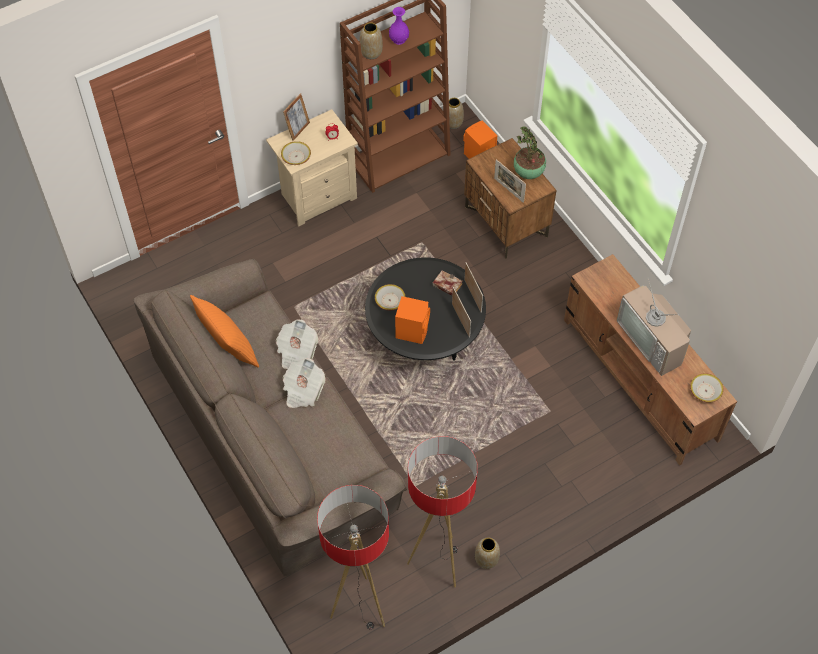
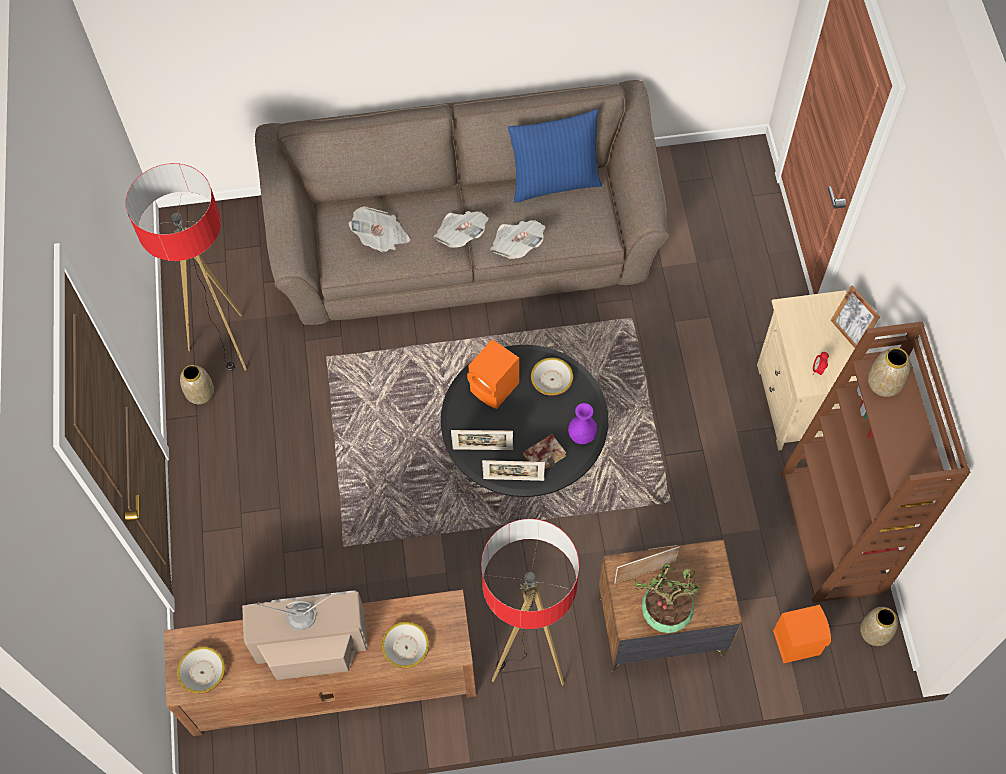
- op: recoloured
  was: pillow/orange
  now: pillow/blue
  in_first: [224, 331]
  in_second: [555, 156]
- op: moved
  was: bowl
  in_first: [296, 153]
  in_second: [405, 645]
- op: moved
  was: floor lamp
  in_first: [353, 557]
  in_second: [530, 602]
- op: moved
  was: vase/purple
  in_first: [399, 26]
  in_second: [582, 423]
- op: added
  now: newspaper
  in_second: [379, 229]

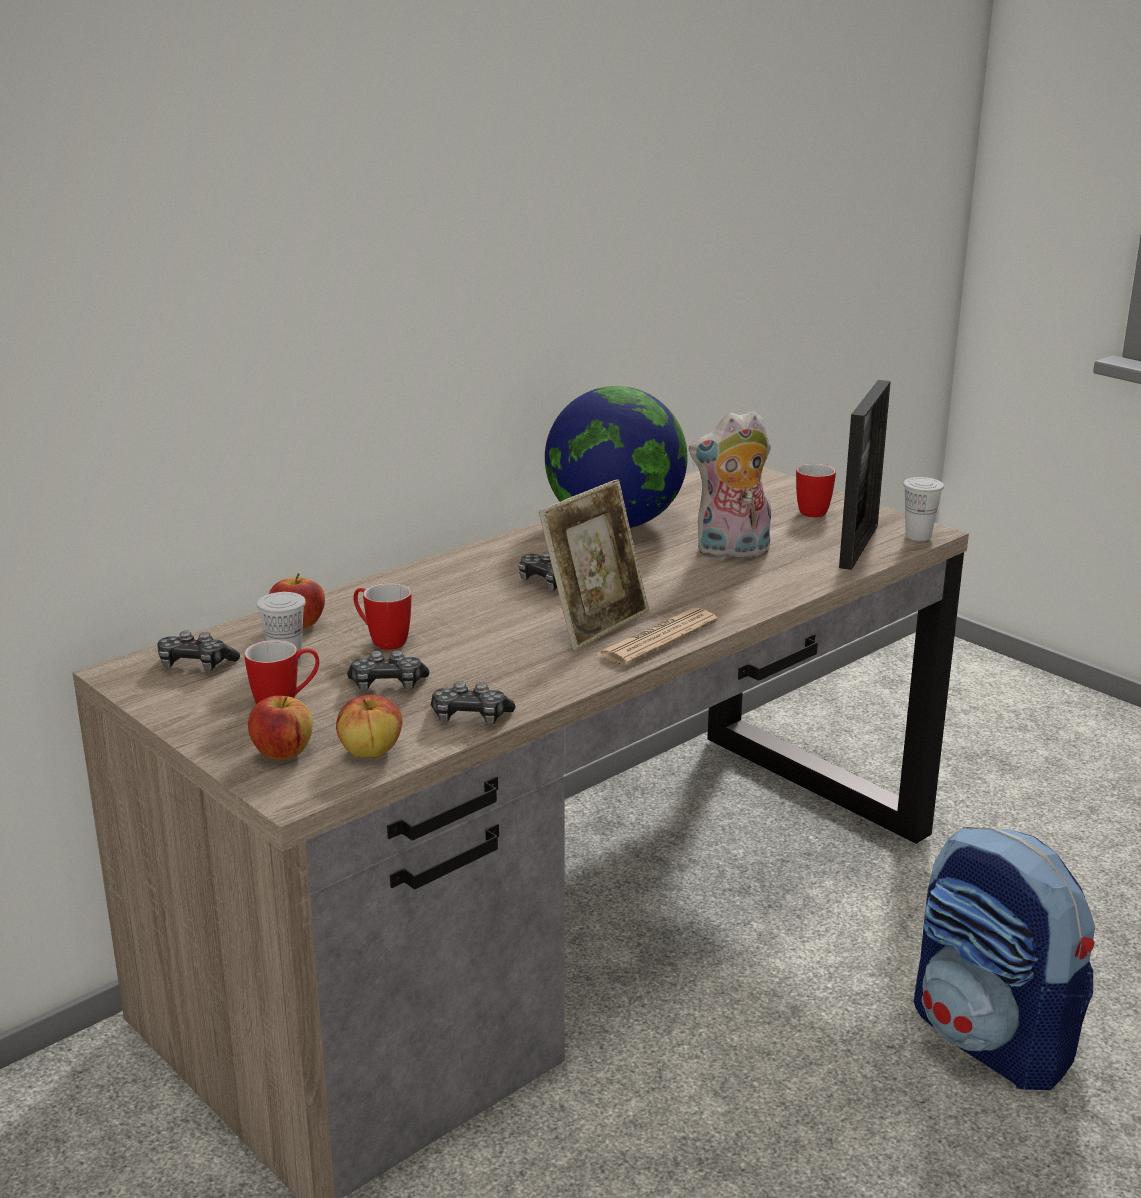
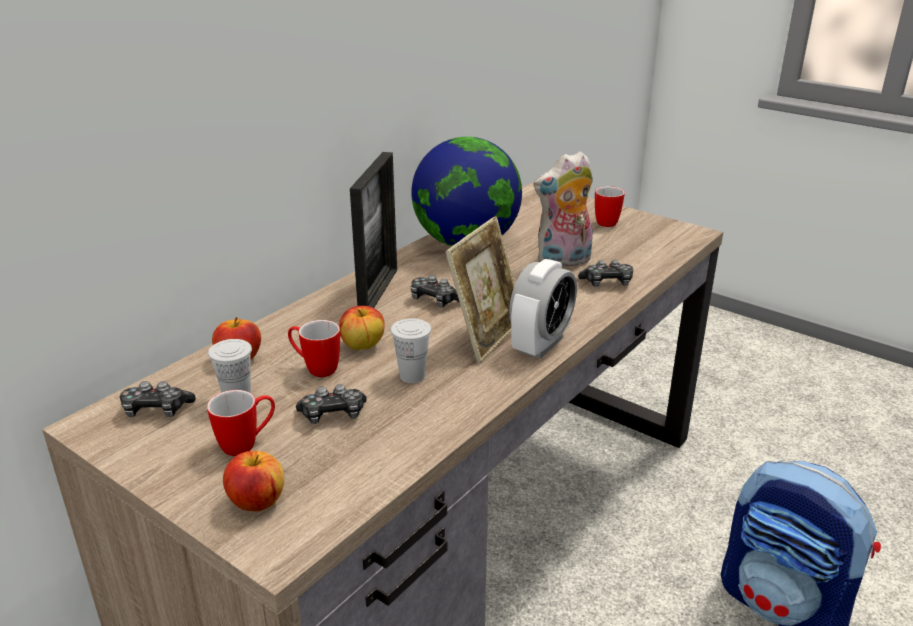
- op: moved
  was: apple
  in_first: [369, 726]
  in_second: [362, 328]
- op: moved
  was: game controller
  in_first: [473, 702]
  in_second: [605, 273]
- op: replaced
  was: newspaper
  now: alarm clock
  in_first: [657, 637]
  in_second: [543, 309]
- op: moved
  was: picture frame
  in_first: [865, 475]
  in_second: [373, 230]
- op: moved
  was: cup/white
  in_first: [923, 509]
  in_second: [410, 350]

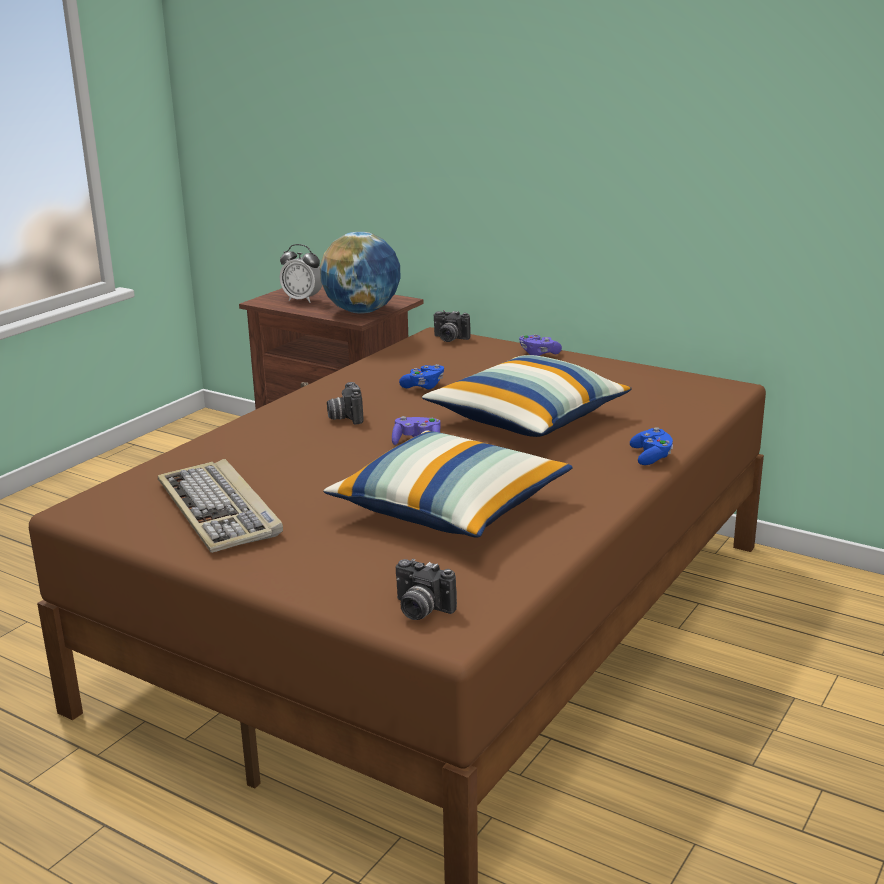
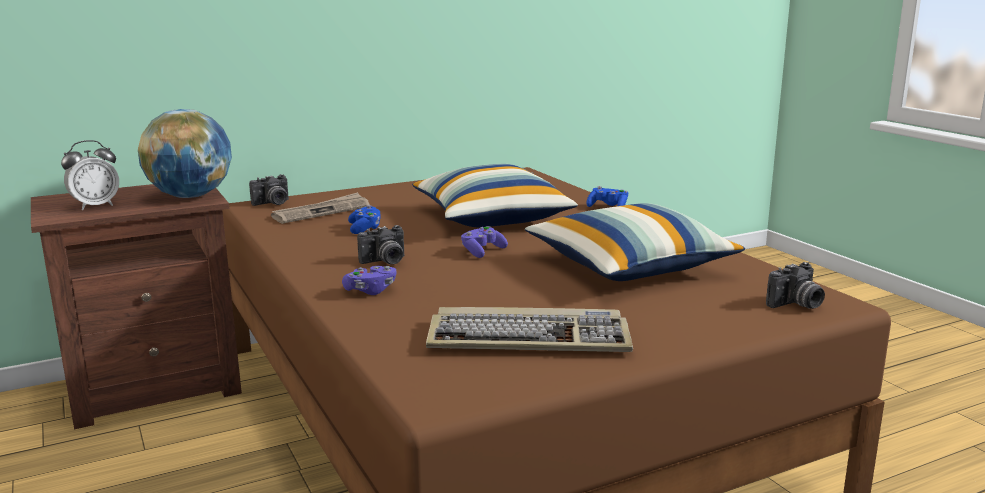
- op: turned
  was: photo camera
  in_first: [345, 403]
  in_second: [380, 245]
  clockwise: -45
- op: moved
  was: game controller/purple
  in_first: [540, 345]
  in_second: [369, 280]
- op: added
  now: newspaper
  in_second: [320, 208]

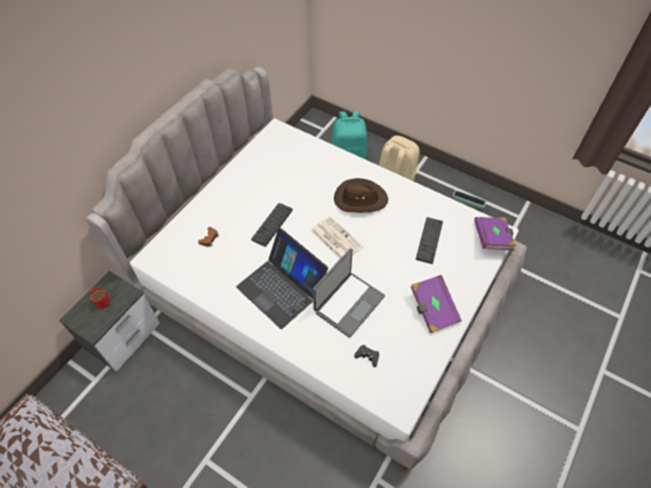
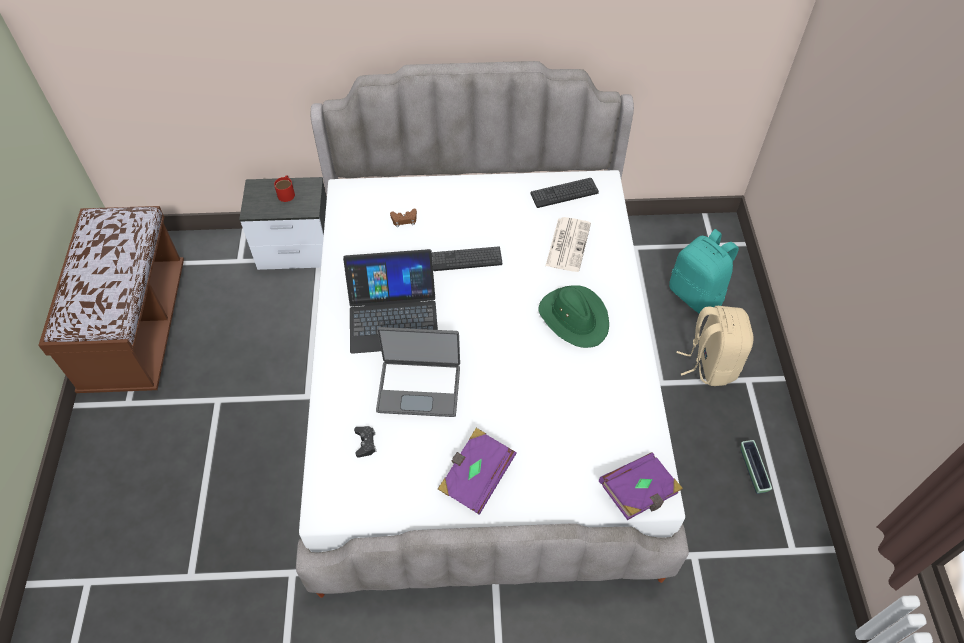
- op: turned
  was: laptop
  in_first: [282, 278]
  in_second: [390, 301]
  clockwise: -105
- op: moved
  was: newspaper
  in_first: [337, 237]
  in_second: [568, 244]
- op: recoloured
  was: hat/brown
  now: hat/green
  in_first: [361, 195]
  in_second: [574, 316]
- op: moved
  was: keyboard
  in_first: [429, 240]
  in_second: [564, 193]

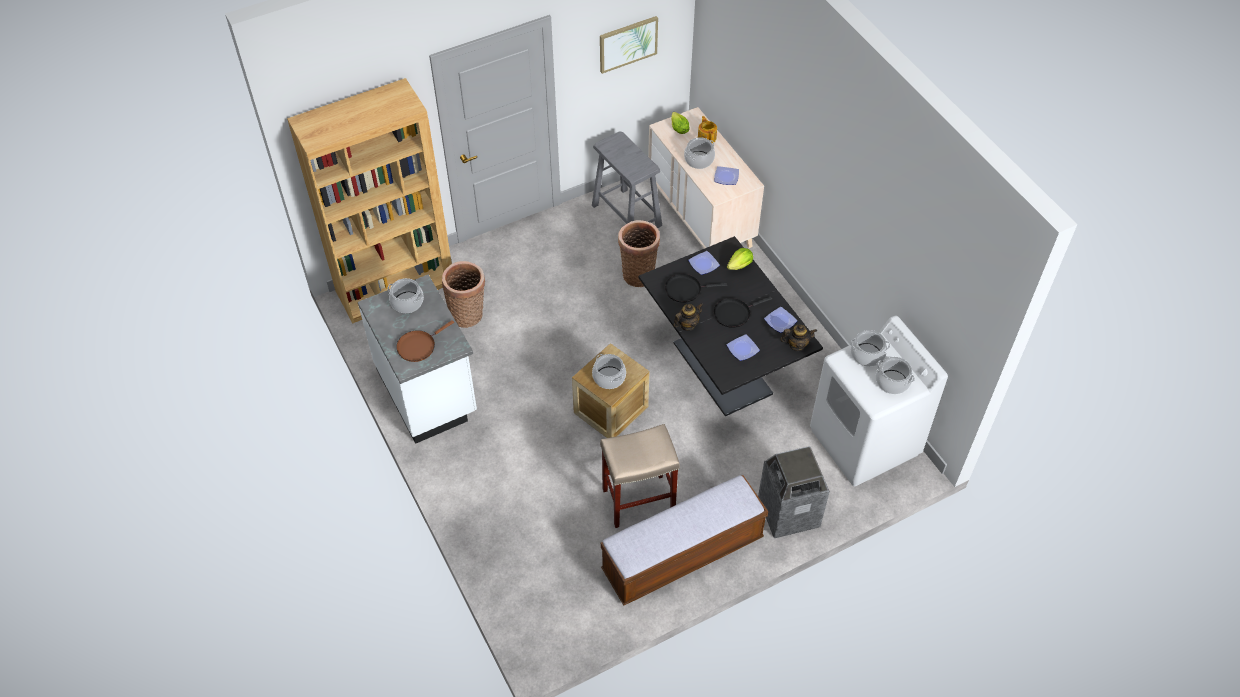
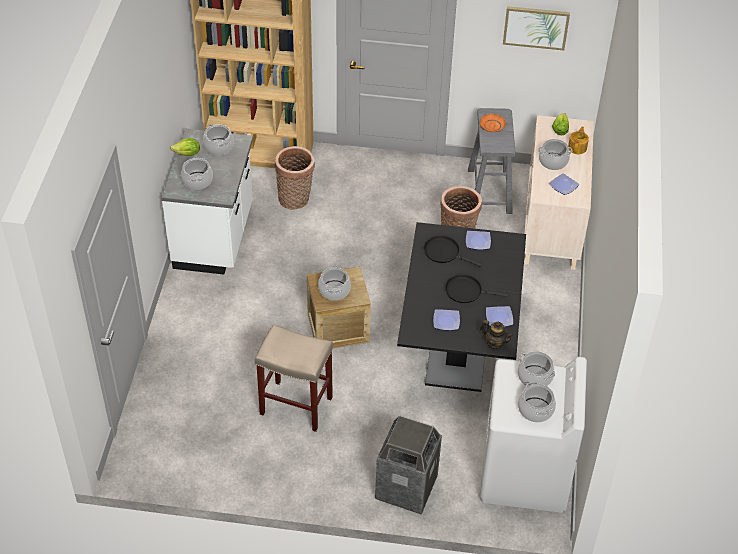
- op: replaced
  was: frying pan/brown
  now: cooking pot
  in_first: [425, 341]
  in_second: [197, 173]
- op: removed
  was: bench
  in_first: [684, 540]
- op: removed
  was: teapot
  in_first: [688, 317]
- op: moved
  was: lettuce
  in_first: [740, 259]
  in_second: [185, 147]
- op: added
  now: plate/orange
  in_second: [493, 123]

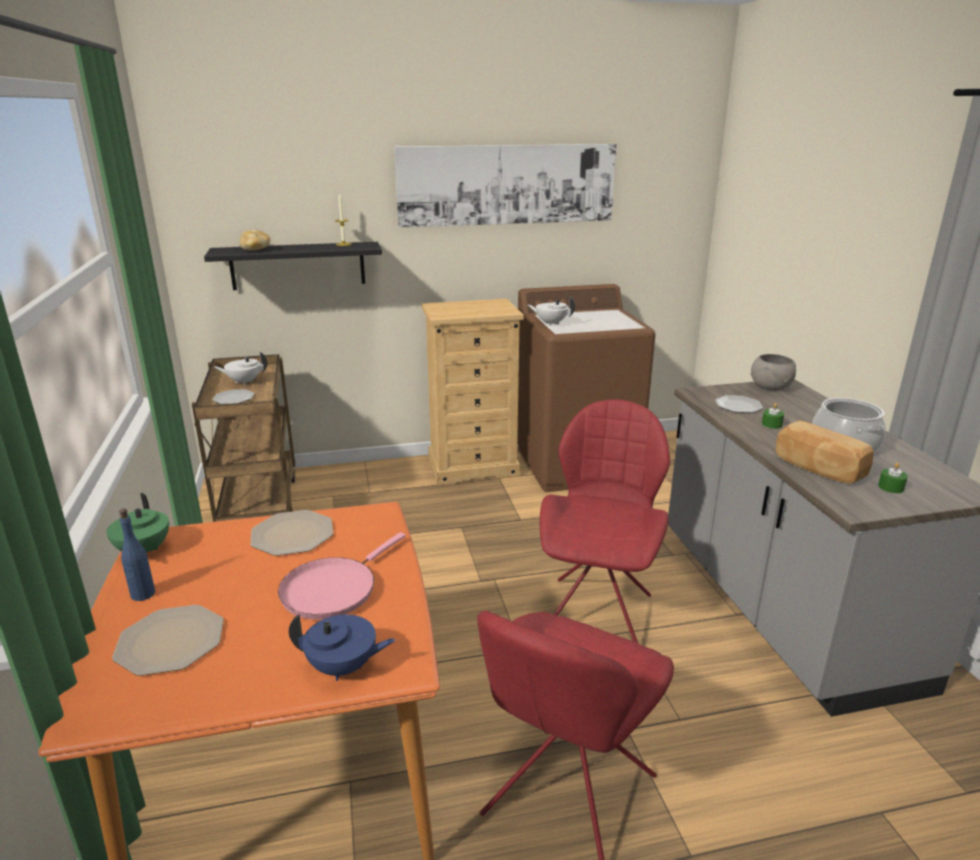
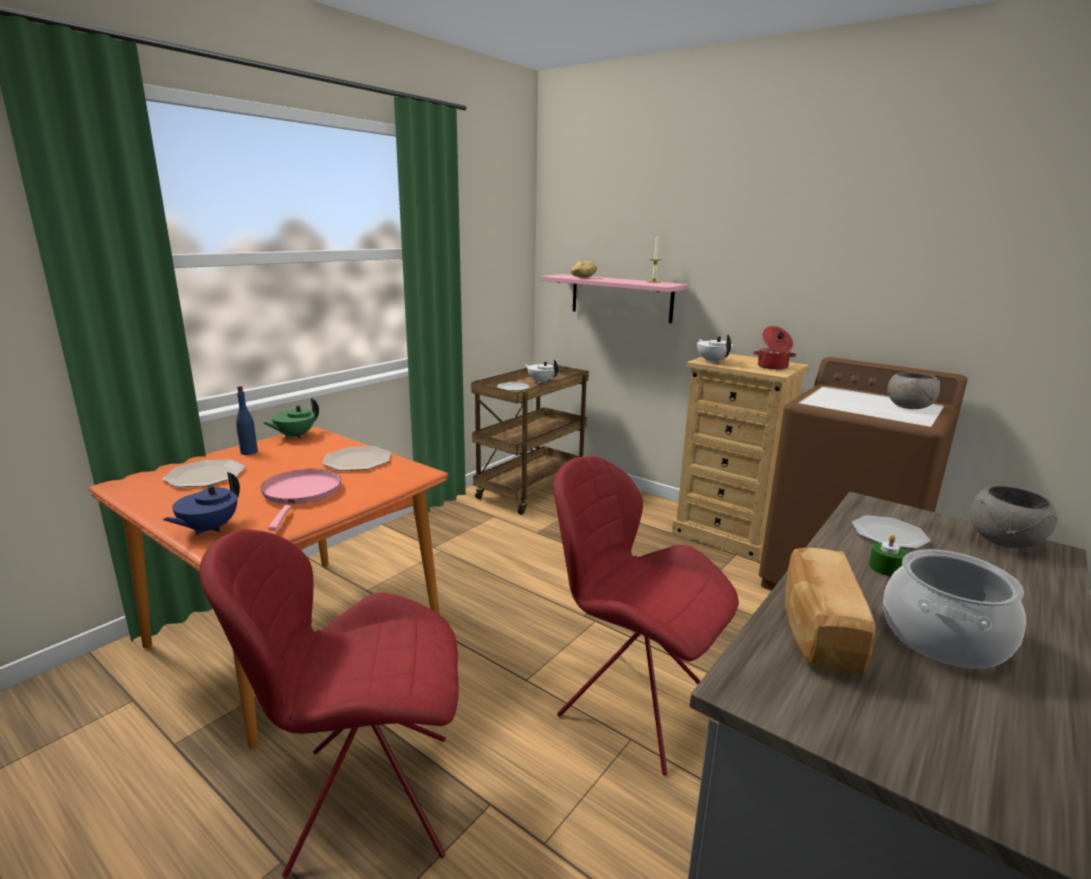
- op: recoloured
  was: shelf/black
  now: shelf/pink
  in_first: [293, 266]
  in_second: [615, 298]
- op: turned
  was: frying pan/pink
  in_first: [342, 576]
  in_second: [300, 500]
  clockwise: 90
- op: turned
  was: teapot/blue
  in_first: [342, 647]
  in_second: [201, 503]
  clockwise: 60
- op: removed
  was: picture
  in_first: [505, 186]
- op: moved
  was: teapot/white
  in_first: [551, 311]
  in_second: [715, 349]
- op: turned
  was: chair/red
  in_first: [604, 521]
  in_second: [646, 615]
  clockwise: -120
- op: removed
  was: candle/green
  in_first: [893, 478]
- op: added
  now: cooking pot
  in_second: [775, 348]
- op: added
  now: bowl/grey
  in_second: [913, 390]

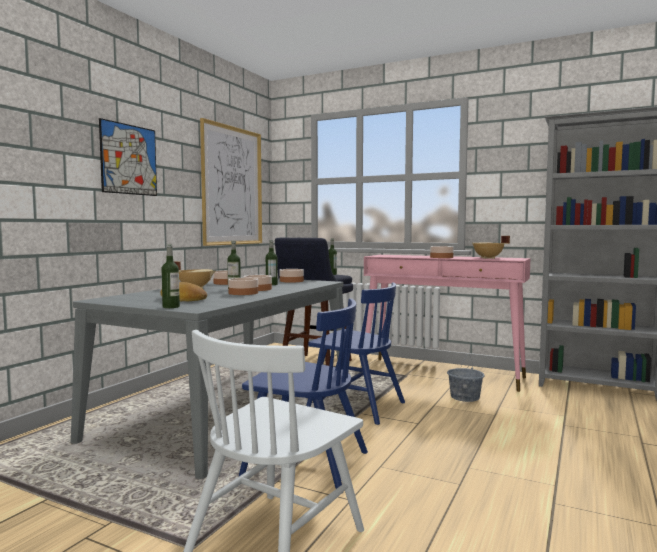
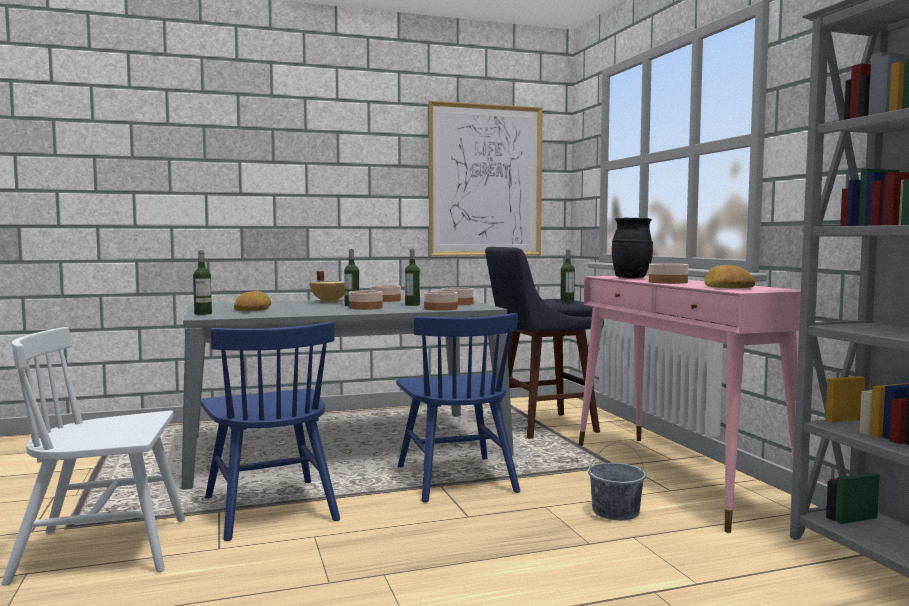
- op: removed
  was: picture
  in_first: [128, 157]
- op: moved
  was: bowl
  in_first: [243, 286]
  in_second: [441, 301]
- op: replaced
  was: cooking pot/beige
  now: bread
  in_first: [491, 247]
  in_second: [729, 276]
- op: added
  now: vase/black
  in_second: [632, 248]

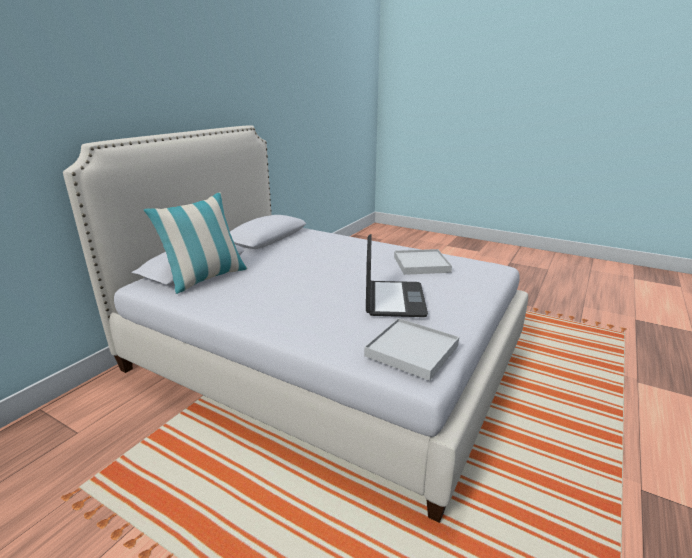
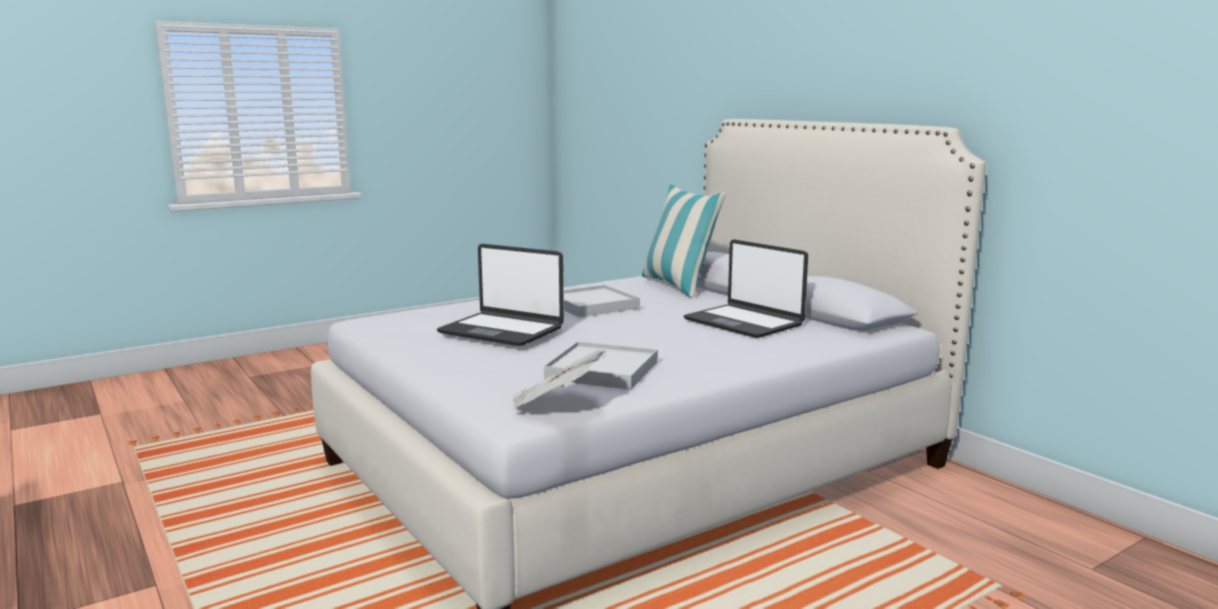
- op: moved
  was: tray/white
  in_first: [411, 349]
  in_second: [601, 301]
- op: added
  now: newspaper
  in_second: [559, 379]
- op: added
  now: laptop
  in_second: [746, 288]

